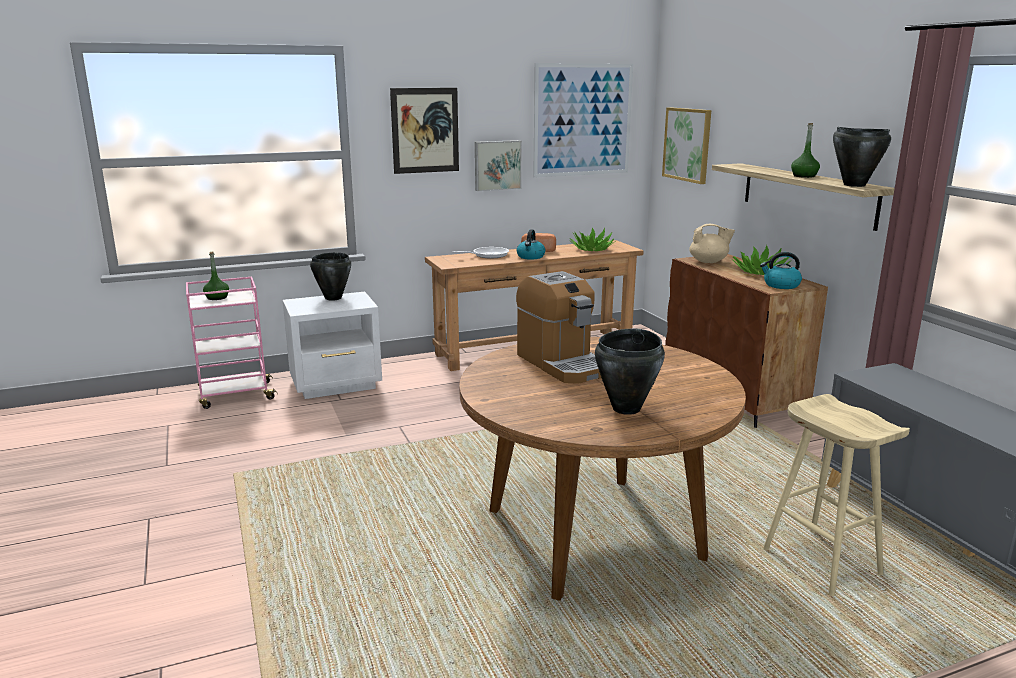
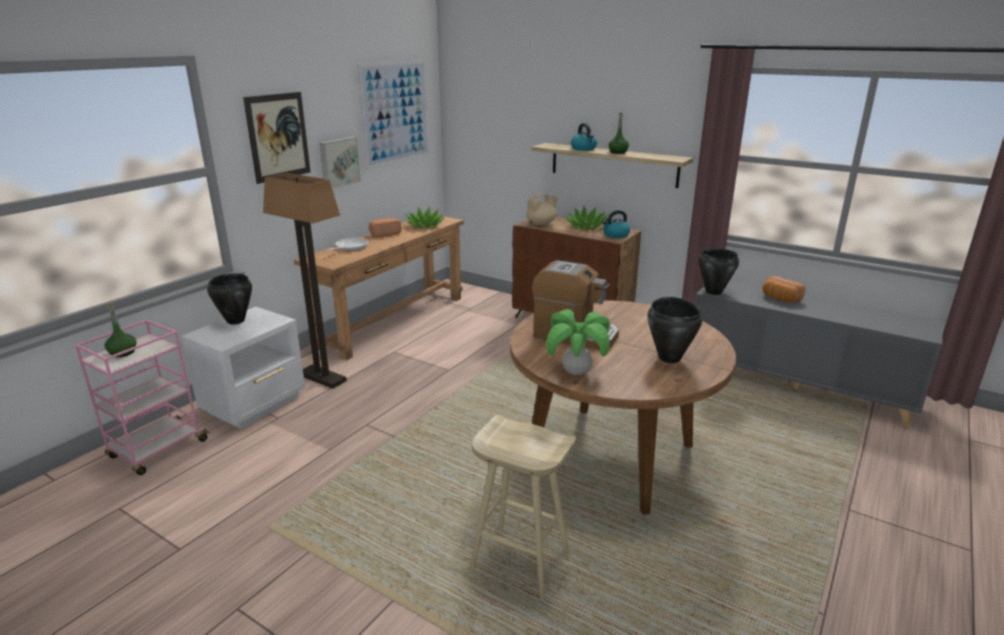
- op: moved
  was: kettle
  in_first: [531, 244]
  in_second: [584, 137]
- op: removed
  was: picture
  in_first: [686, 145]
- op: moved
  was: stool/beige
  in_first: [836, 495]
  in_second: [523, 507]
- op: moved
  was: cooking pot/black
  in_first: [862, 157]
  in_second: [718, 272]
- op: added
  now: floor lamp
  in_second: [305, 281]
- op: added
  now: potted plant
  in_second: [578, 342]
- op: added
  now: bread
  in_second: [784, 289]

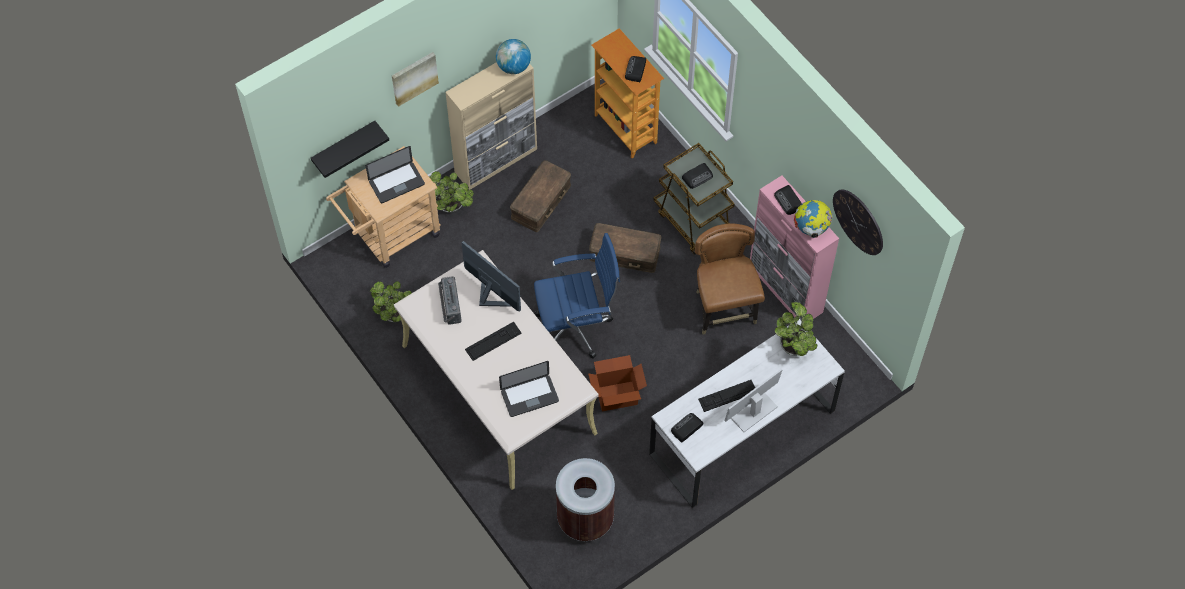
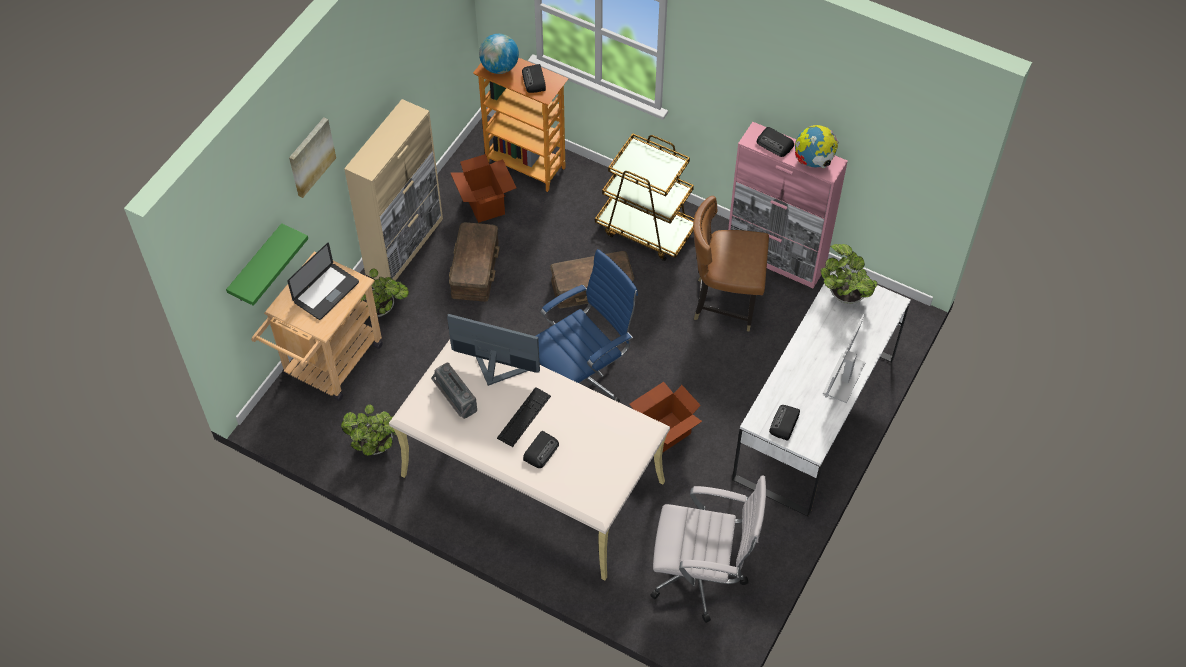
- op: recoloured
  was: shelf/black
  now: shelf/green
  in_first: [350, 149]
  in_second: [267, 264]
- op: moved
  was: globe
  in_first: [513, 56]
  in_second: [499, 54]
- op: removed
  was: laptop
  in_first: [529, 389]
- op: replaced
  was: trash can/brown
  now: office chair/white
  in_first: [585, 499]
  in_second: [708, 549]
- op: moved
  was: radio
  in_first: [697, 176]
  in_second: [541, 449]
- op: turned
  was: chair/brown
  in_first: [730, 279]
  in_second: [731, 263]
  clockwise: -45
- op: removed
  was: keyboard
  in_first: [726, 396]
- op: removed
  was: wall clock
  in_first: [858, 222]
- op: added
  now: cardboard box
  in_second: [483, 188]

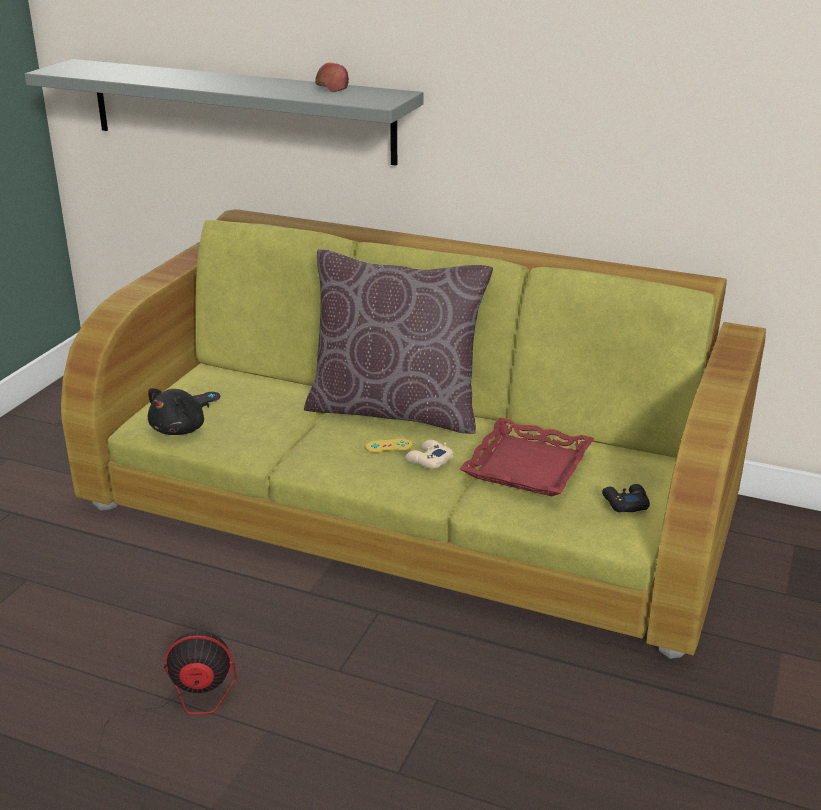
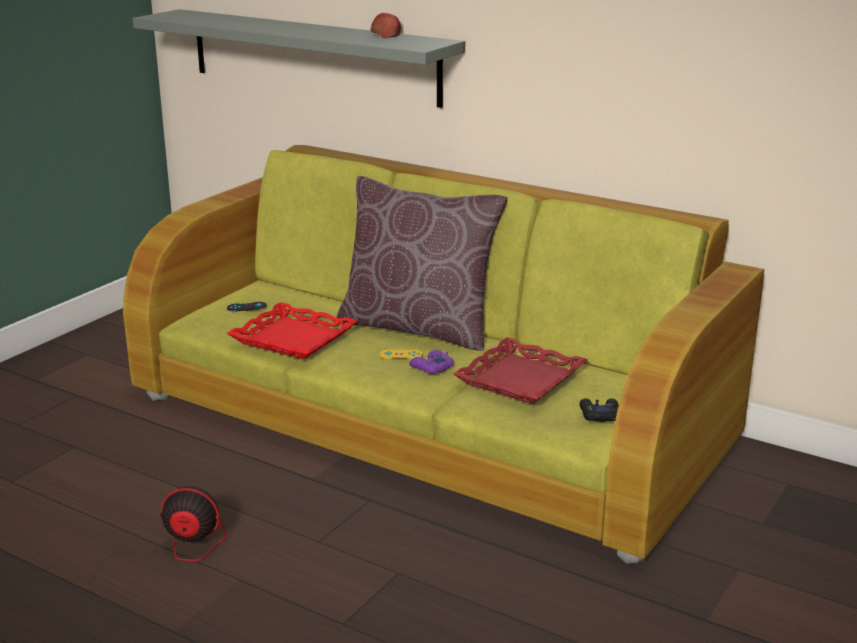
- op: removed
  was: plush toy/black
  in_first: [178, 411]
- op: recoloured
  was: game controller/beige
  now: game controller/purple
  in_first: [429, 454]
  in_second: [431, 362]
- op: added
  now: tray/red
  in_second: [291, 330]

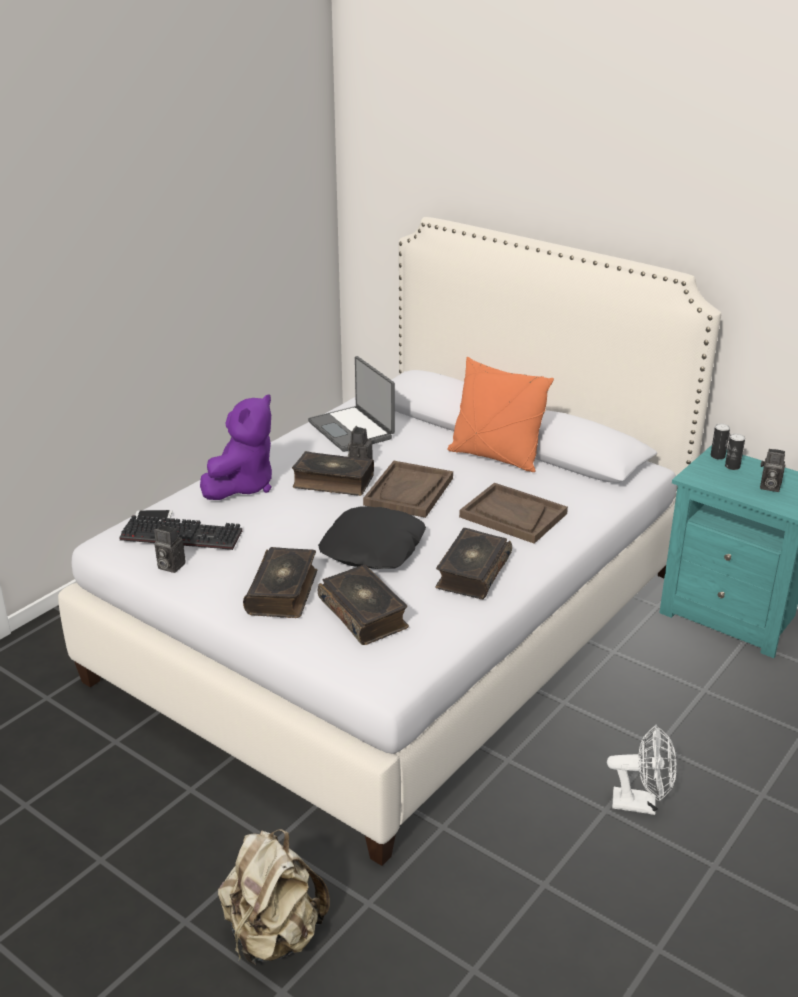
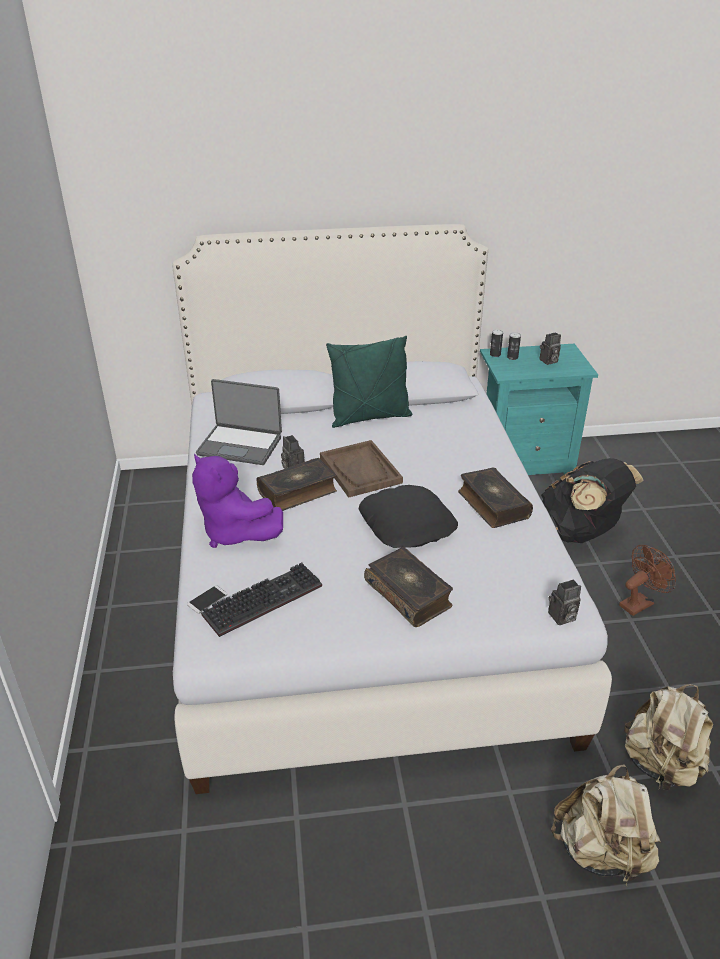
- op: moved
  was: photo camera
  in_first: [170, 549]
  in_second: [564, 602]
- op: turned
  was: plush toy/purple
  in_first: [236, 447]
  in_second: [237, 501]
  clockwise: 150
- op: removed
  was: book
  in_first: [363, 605]
- op: recoloured
  was: pillow/orange
  now: pillow/green
  in_first: [500, 414]
  in_second: [369, 382]
- op: removed
  was: tray/brown
  in_first: [513, 513]
- op: recoloured
  was: fan/white
  now: fan/brown
  in_first: [642, 769]
  in_second: [647, 580]
- op: added
  now: backpack/black
  in_second: [592, 500]
- op: added
  now: backpack/beige
  in_second: [668, 737]

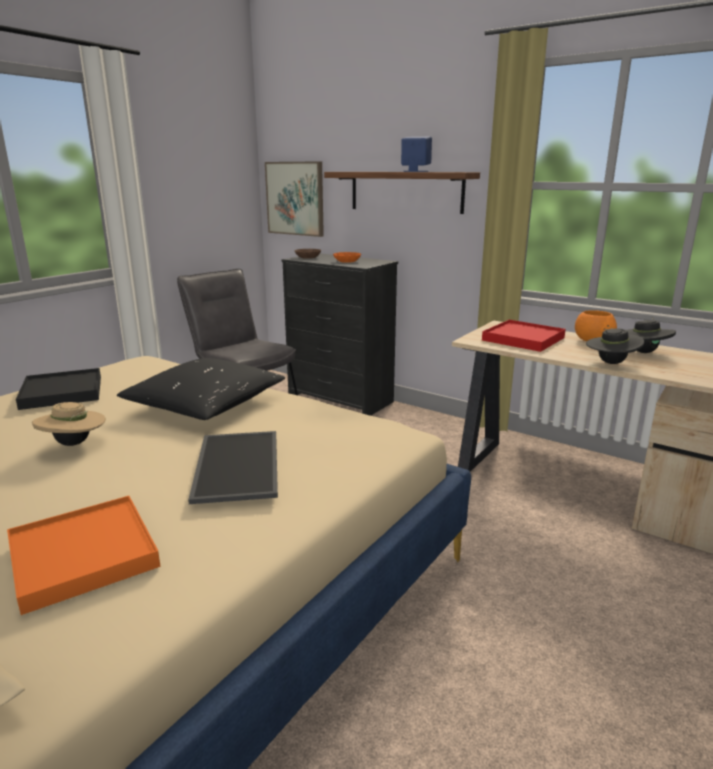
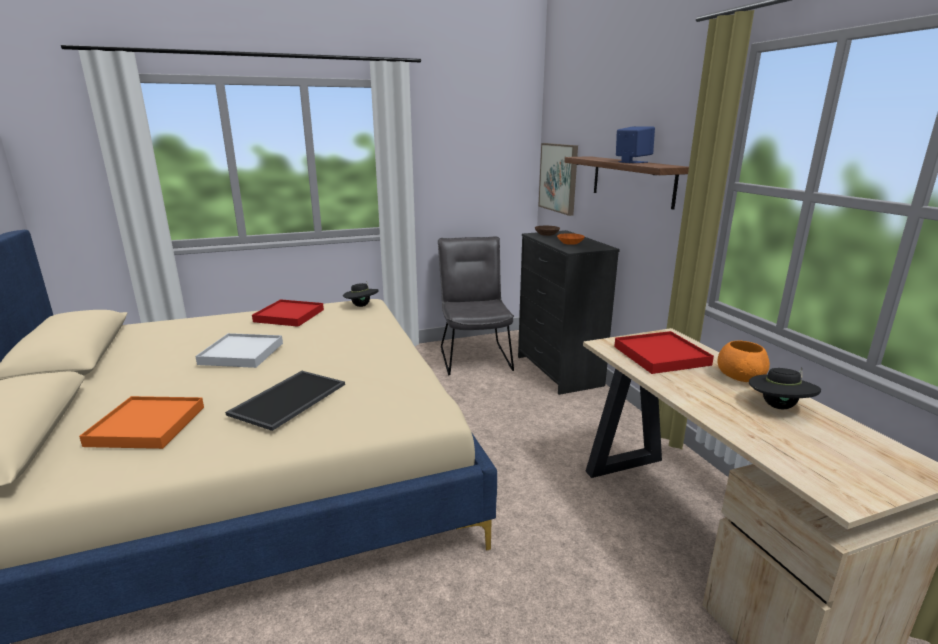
- op: recoloured
  was: tray/black
  now: tray/red
  in_first: [58, 389]
  in_second: [288, 313]
- op: replaced
  was: hat/beige
  now: tray/white
  in_first: [69, 424]
  in_second: [239, 350]
- op: removed
  was: pillow/black
  in_first: [201, 389]
- op: moved
  was: hat/black
  in_first: [615, 344]
  in_second: [361, 294]

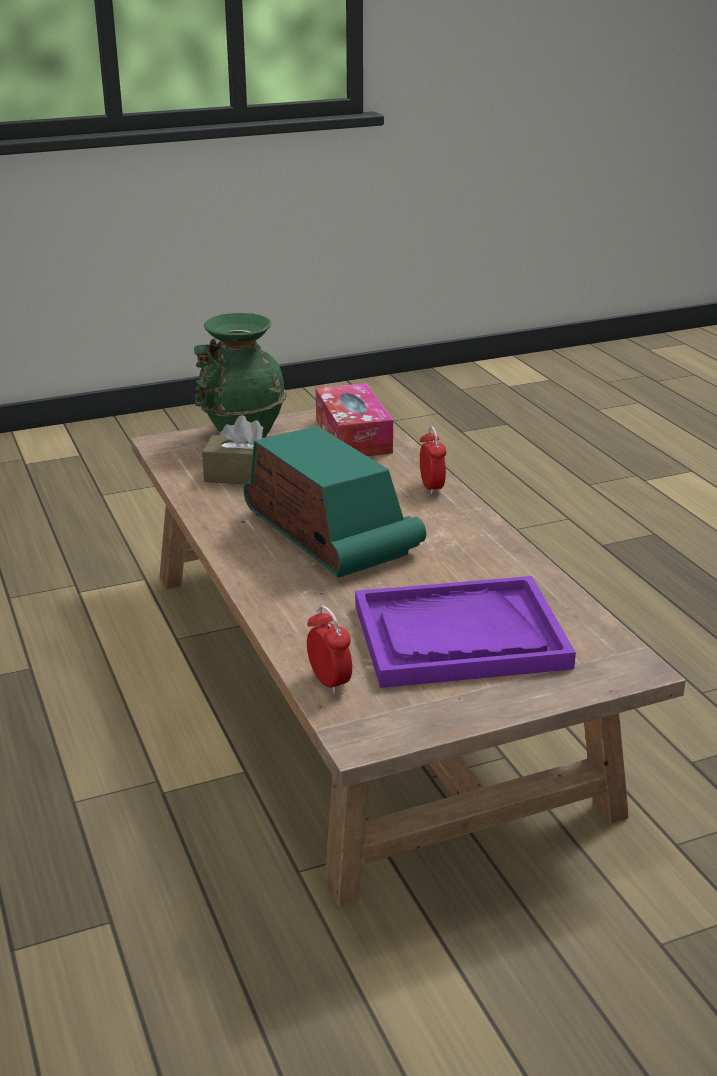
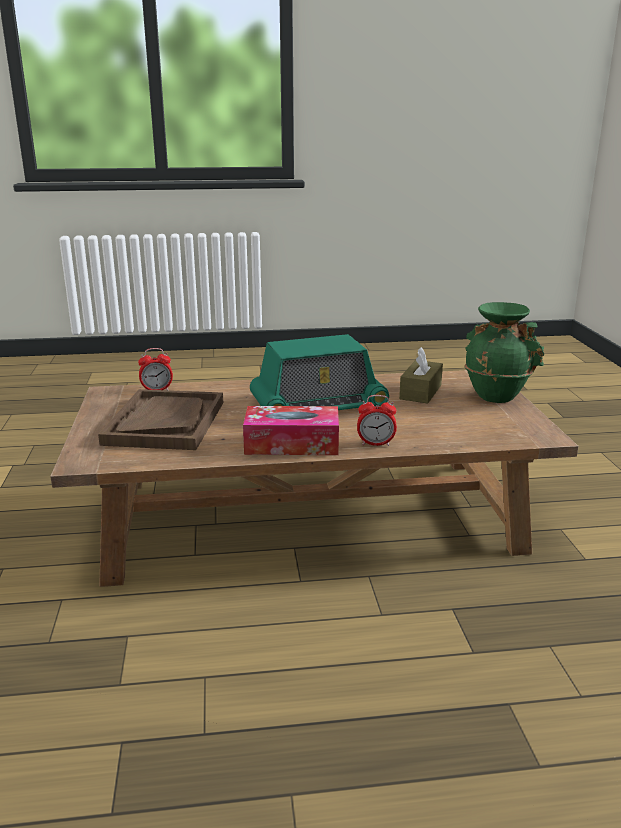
- op: moved
  was: tissue box
  in_first: [354, 419]
  in_second: [291, 430]
- op: recoloured
  was: tray/purple
  now: tray/brown
  in_first: [465, 632]
  in_second: [160, 419]

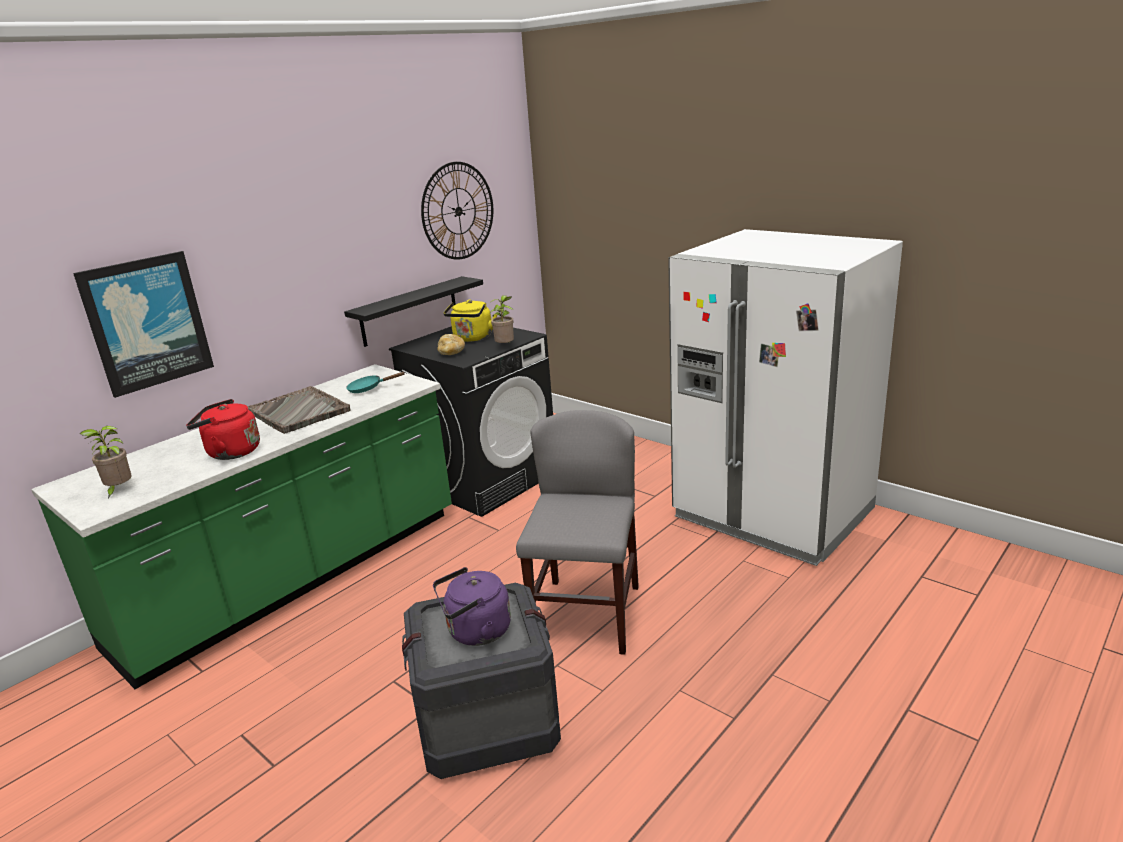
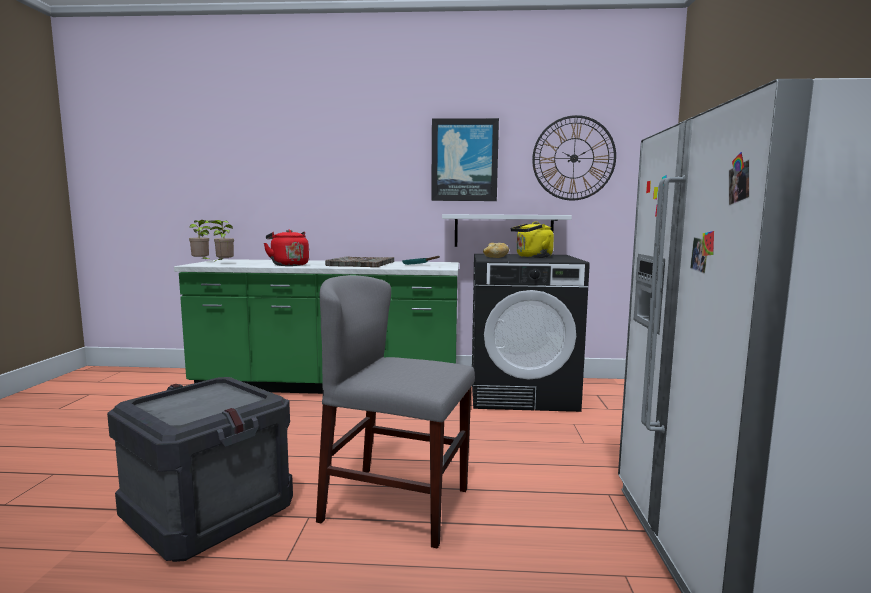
- op: moved
  was: picture
  in_first: [143, 324]
  in_second: [465, 159]
- op: recoloured
  was: shelf/black
  now: shelf/white
  in_first: [413, 311]
  in_second: [507, 230]
- op: removed
  was: kettle/purple
  in_first: [472, 606]
- op: moved
  was: potted plant
  in_first: [502, 319]
  in_second: [200, 239]
- op: turned
  was: chair/grey
  in_first: [577, 532]
  in_second: [395, 412]
  clockwise: -135

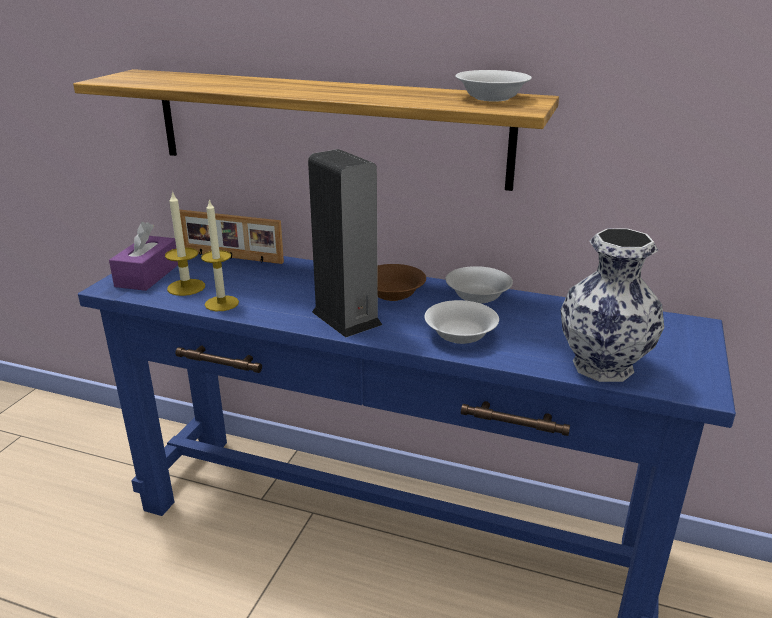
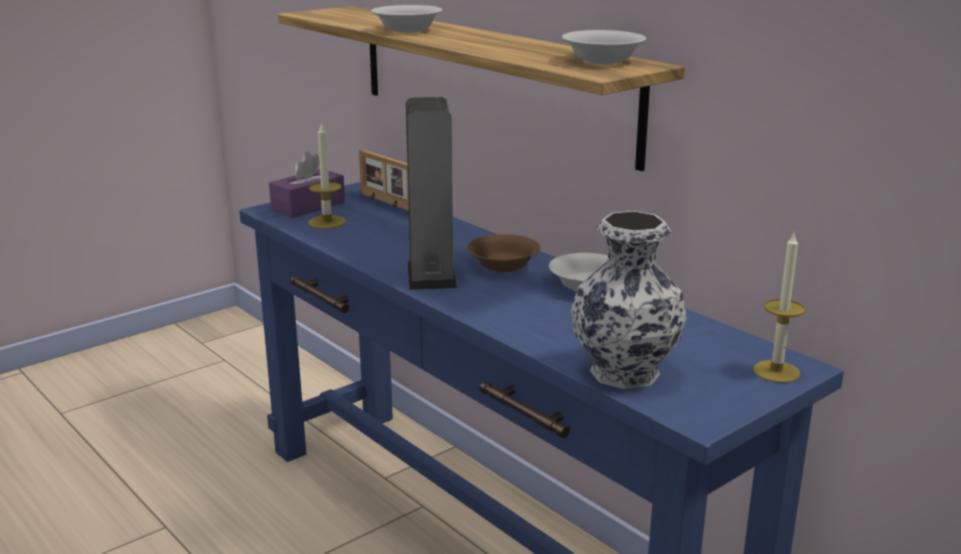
- op: moved
  was: candle
  in_first: [220, 255]
  in_second: [779, 308]
- op: moved
  was: bowl/white
  in_first: [461, 322]
  in_second: [407, 19]

